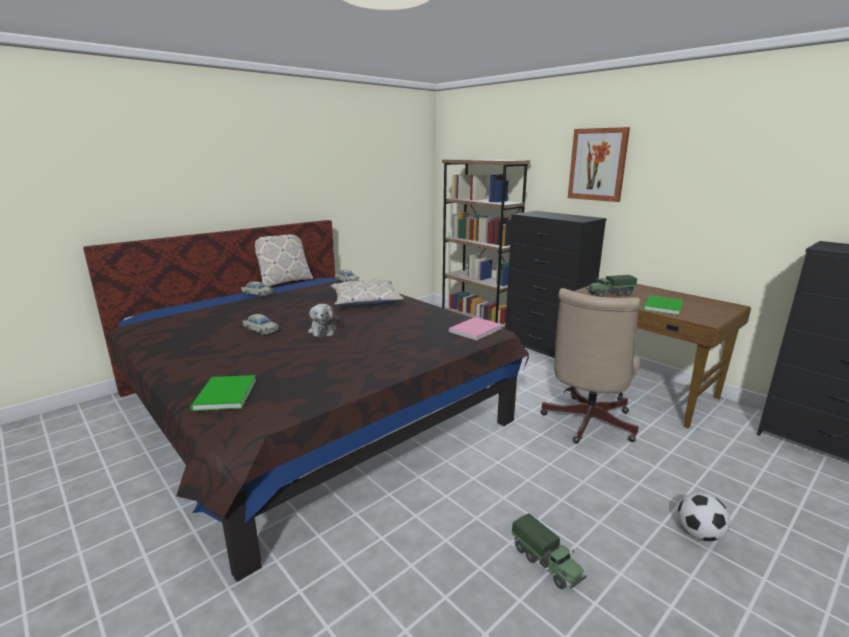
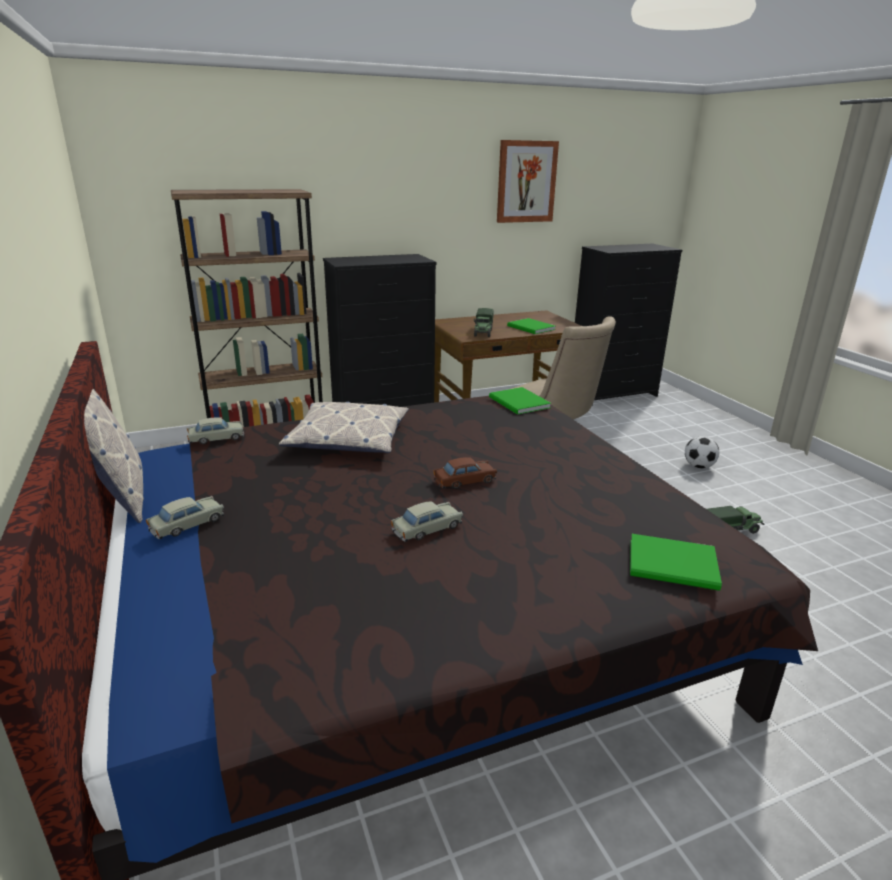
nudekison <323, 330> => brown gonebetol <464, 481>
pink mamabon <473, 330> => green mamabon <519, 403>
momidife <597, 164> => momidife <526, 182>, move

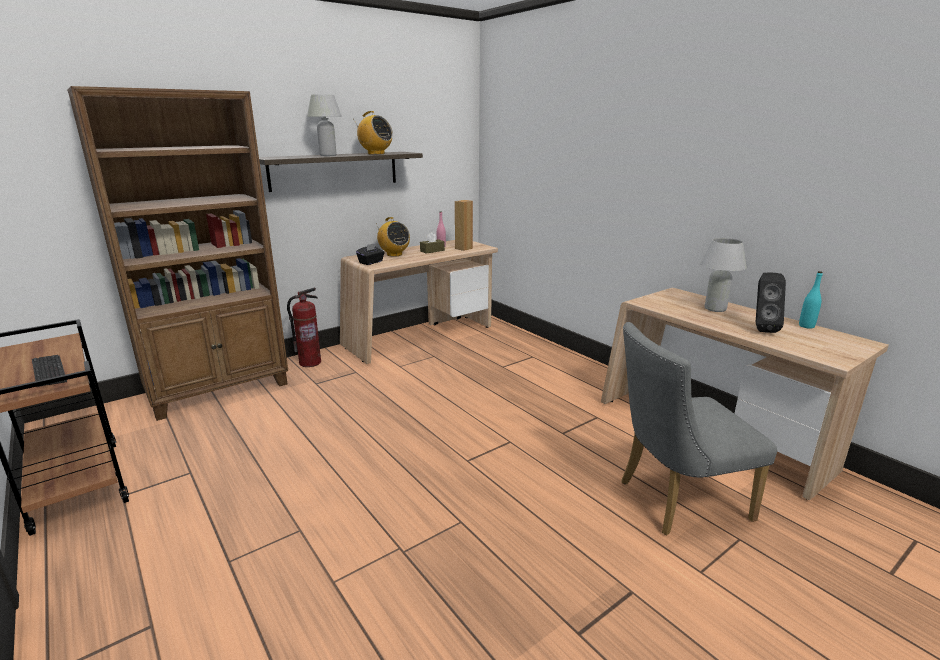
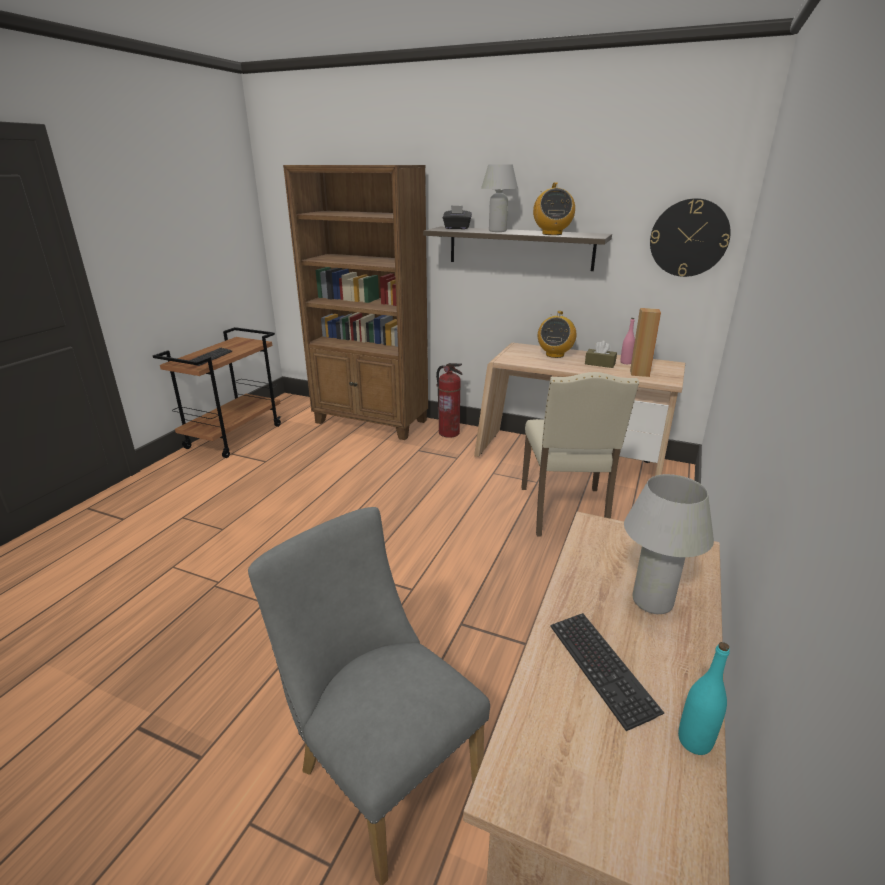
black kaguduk <371, 262> => black kaguduk <457, 228>, move
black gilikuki <761, 328> => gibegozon <601, 668>
nothing => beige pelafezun <565, 512>
nothing => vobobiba <689, 238>

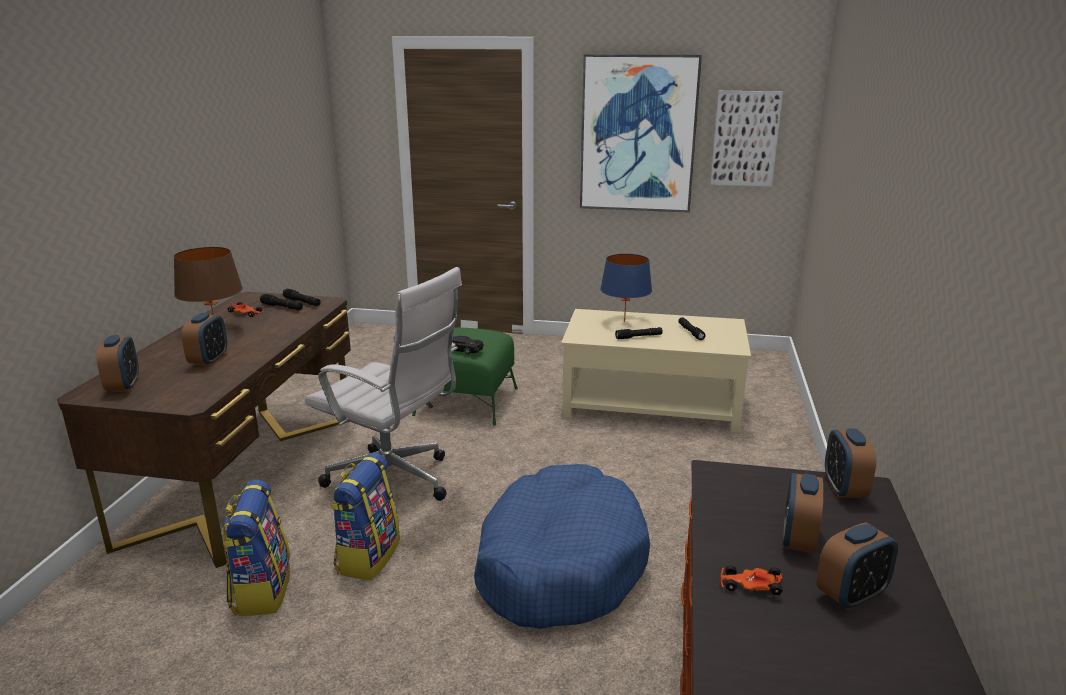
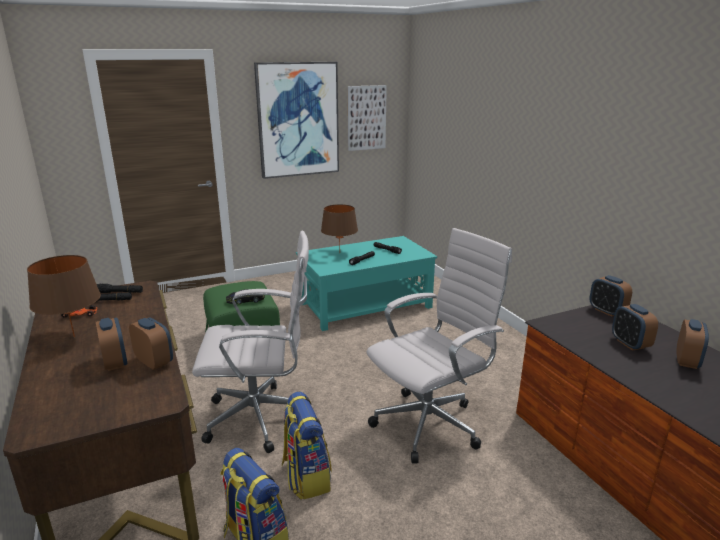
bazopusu <123, 386> => bazopusu <154, 362>, move
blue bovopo <559, 564> => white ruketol <431, 423>
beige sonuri <650, 403> => turquoise sonuri <364, 305>
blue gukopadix <624, 322> => brown gukopadix <339, 253>
gonebetol <749, 585> => nothing

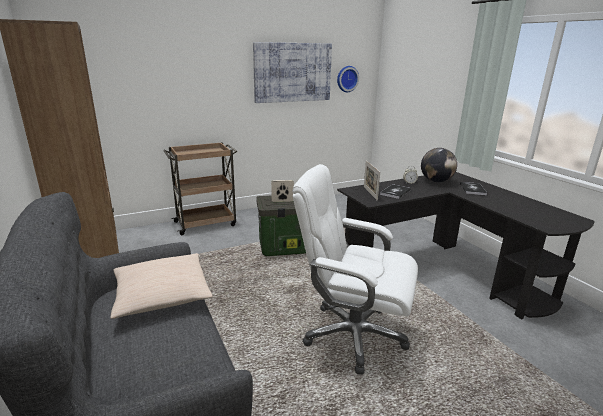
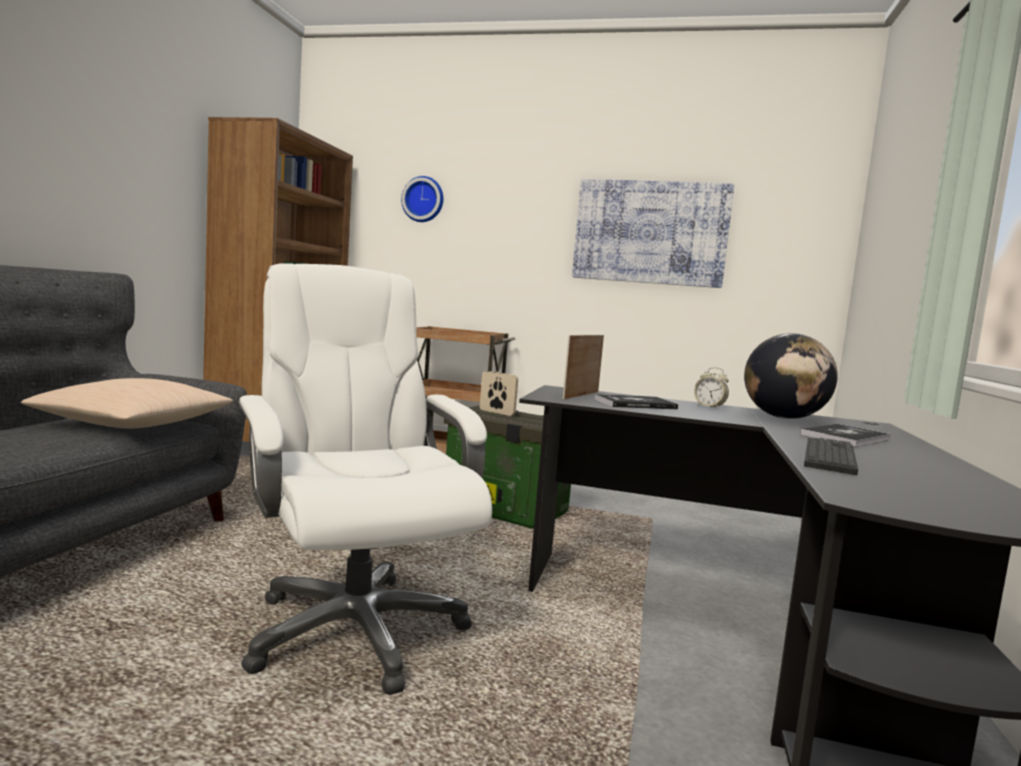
vobobiba <347, 79> => vobobiba <423, 200>, move
nothing => gibegozon <829, 457>

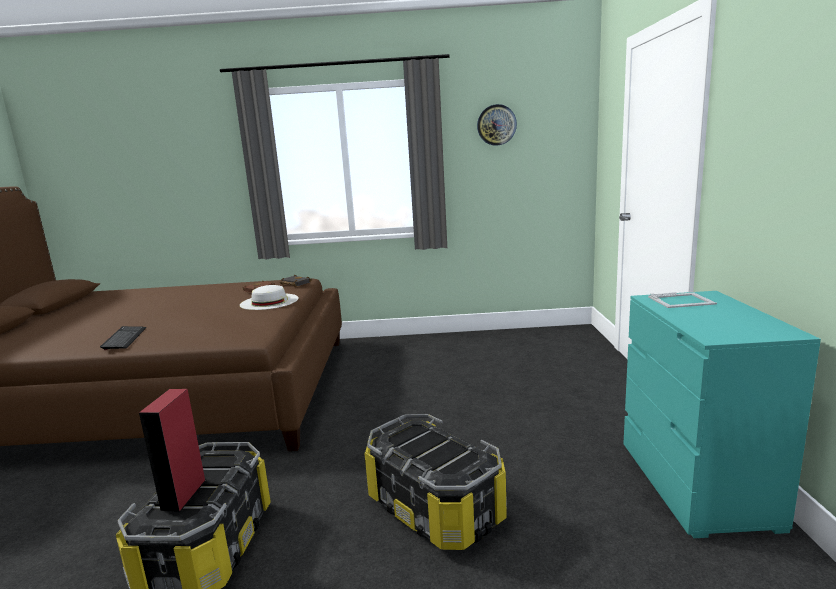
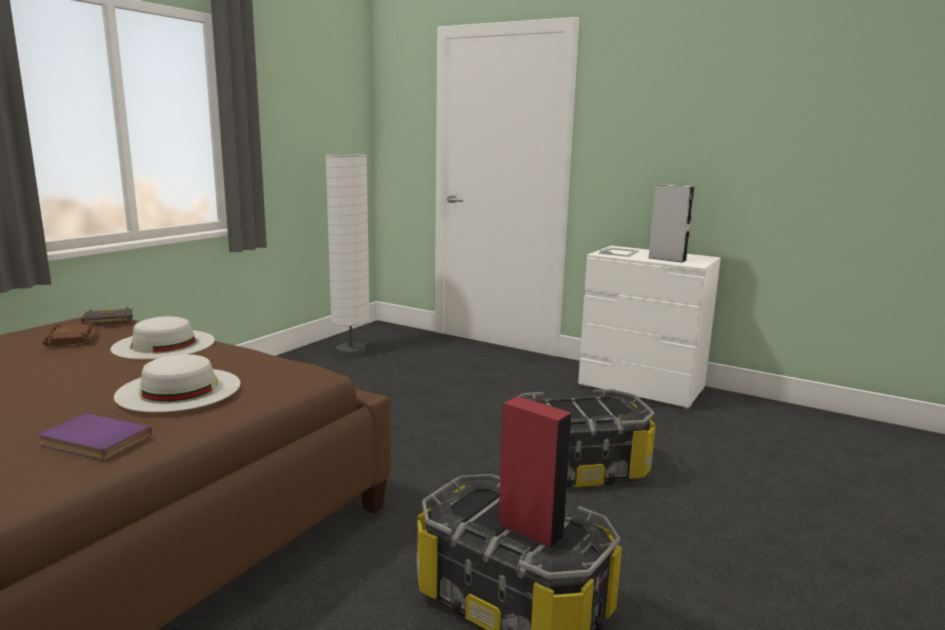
gibegozon <124, 338> => purple mamabon <92, 441>
vobobiba <496, 125> => nothing
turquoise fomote <696, 485> => white fomote <642, 388>
nothing => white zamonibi <179, 389>
nothing => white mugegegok <351, 352>
nothing => grey gilikuki <667, 259>

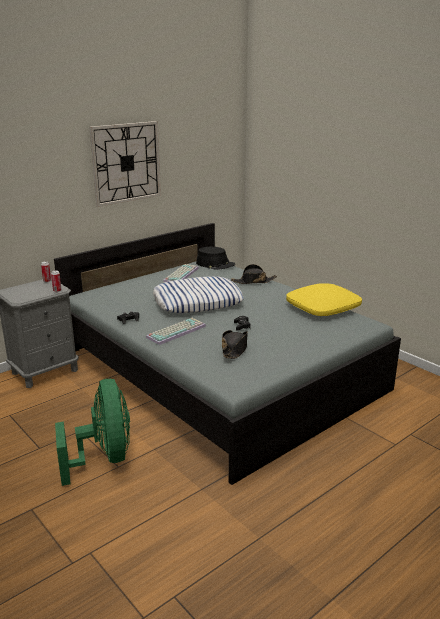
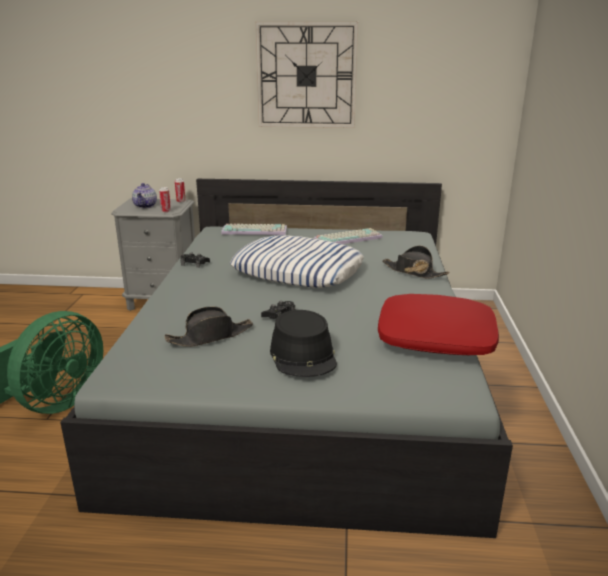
gibegozon <176, 331> => gibegozon <255, 230>, move
black zamonibi <215, 264> => black zamonibi <303, 355>, move
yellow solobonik <323, 308> => red solobonik <435, 338>
nothing => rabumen <145, 206>

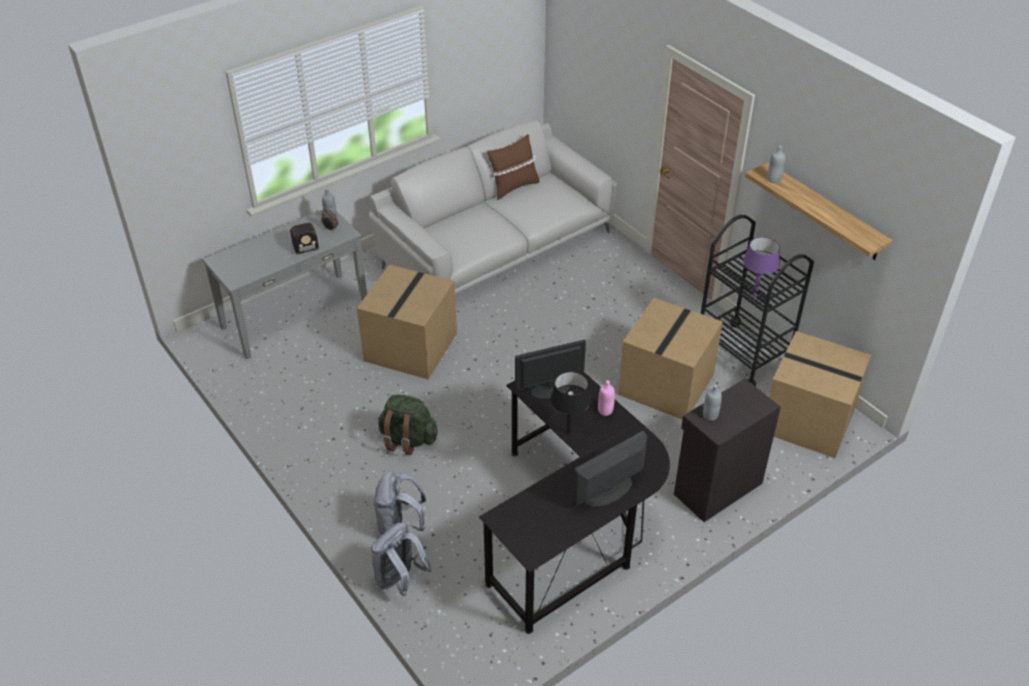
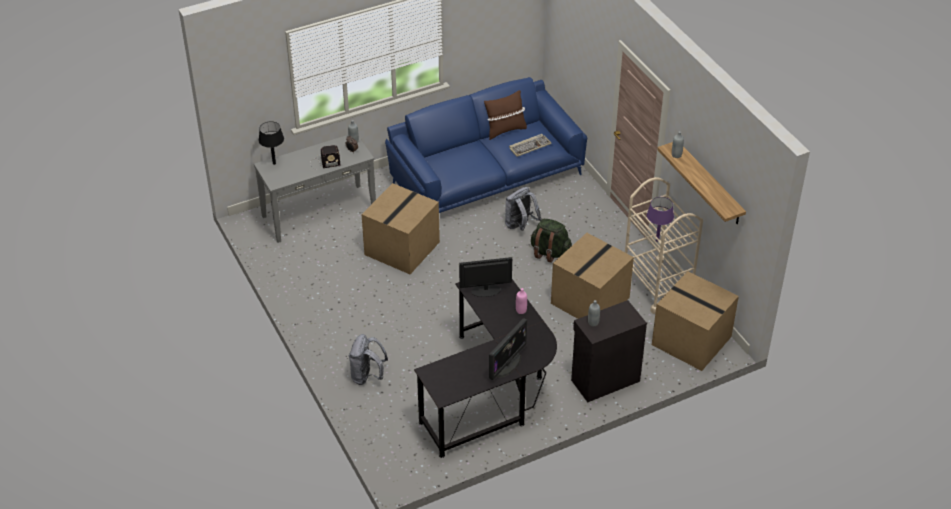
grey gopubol <495, 247> => blue gopubol <486, 176>
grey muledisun <399, 580> => grey muledisun <520, 226>, move
green muledisun <407, 439> => green muledisun <549, 252>, move
black gukopadix <569, 433> => black gukopadix <274, 163>, move
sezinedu <608, 491> => sezinedu <507, 364>, 150 degrees clockwise
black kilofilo <742, 355> => beige kilofilo <657, 285>
nothing => gibegozon <529, 146>

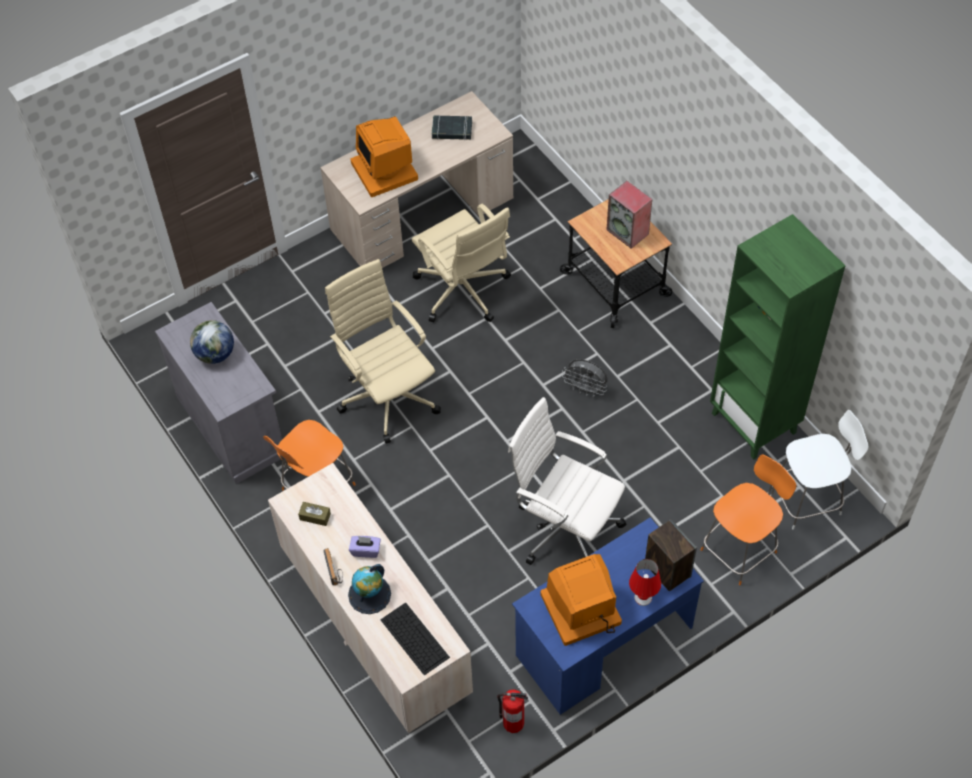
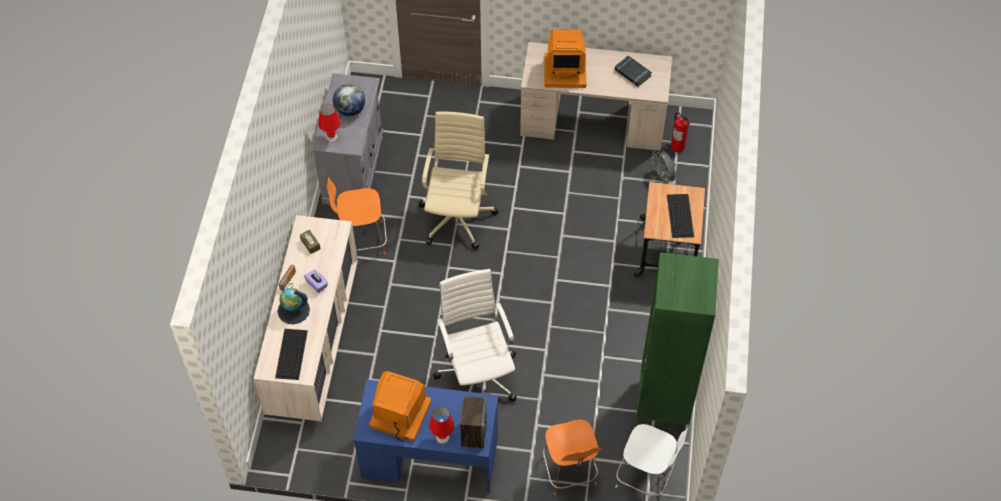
sezinedu <386, 170> => sezinedu <565, 70>, 105 degrees counterclockwise
beige ruketol <463, 291> => nothing
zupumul <512, 723> => zupumul <677, 146>, move
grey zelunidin <585, 389> => grey zelunidin <663, 178>, move
gilikuki <628, 232> => gibegozon <680, 216>
orange pelafezun <740, 549> => orange pelafezun <569, 472>, 75 degrees clockwise
nothing => red gukopadix <331, 137>

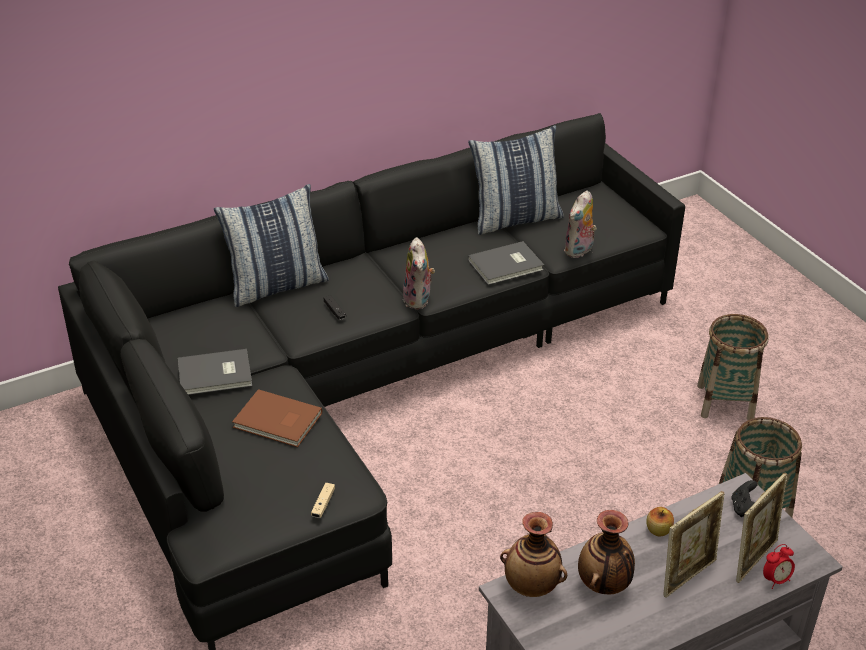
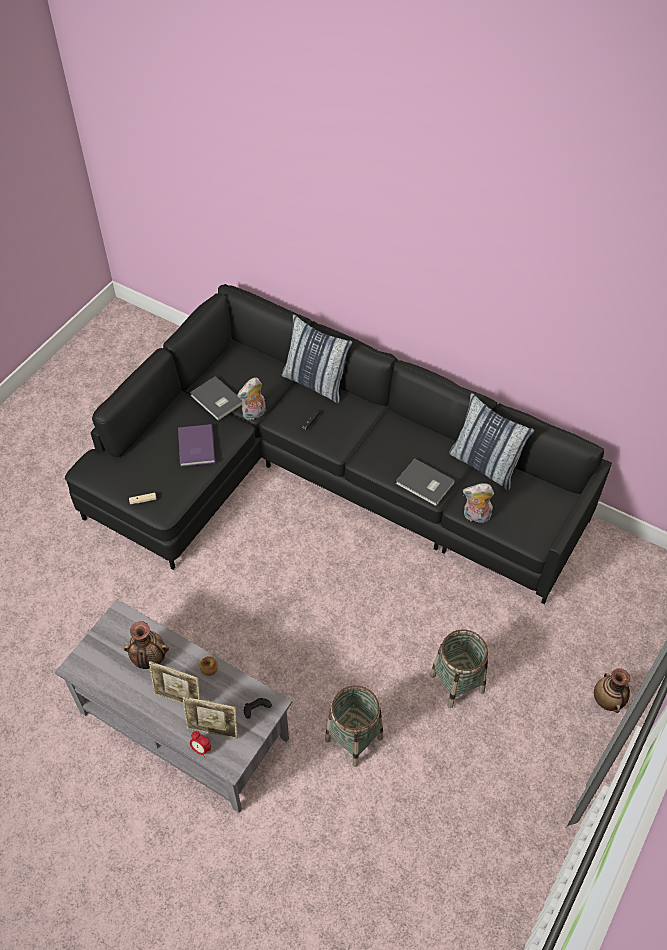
brown mamabon <278, 422> => purple mamabon <195, 447>
nudekison <419, 300> => nudekison <254, 414>, move
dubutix <532, 586> => dubutix <608, 700>, move

